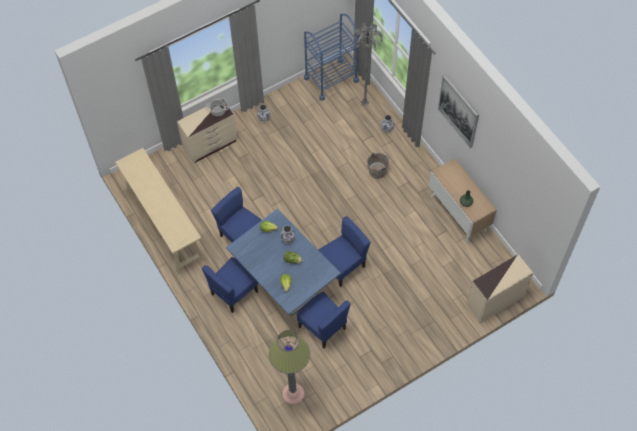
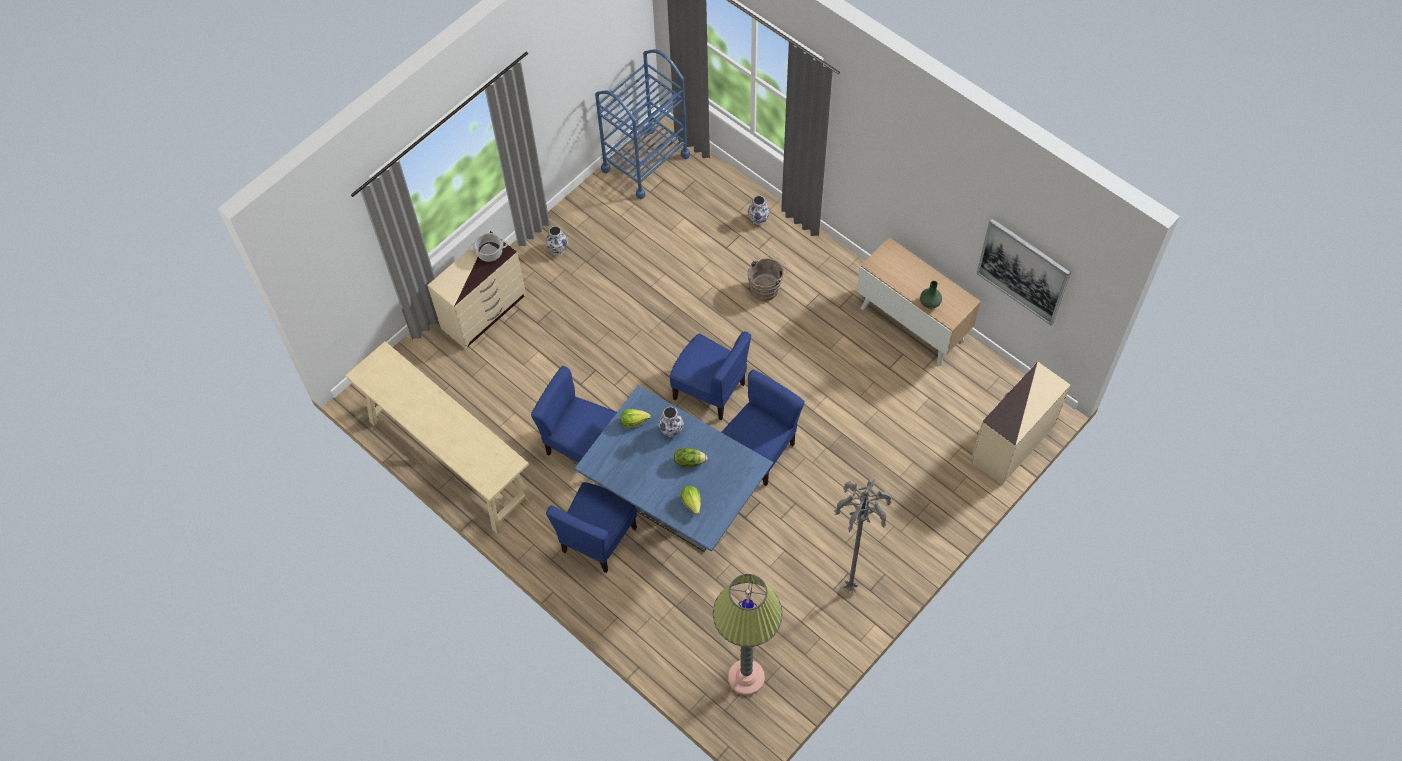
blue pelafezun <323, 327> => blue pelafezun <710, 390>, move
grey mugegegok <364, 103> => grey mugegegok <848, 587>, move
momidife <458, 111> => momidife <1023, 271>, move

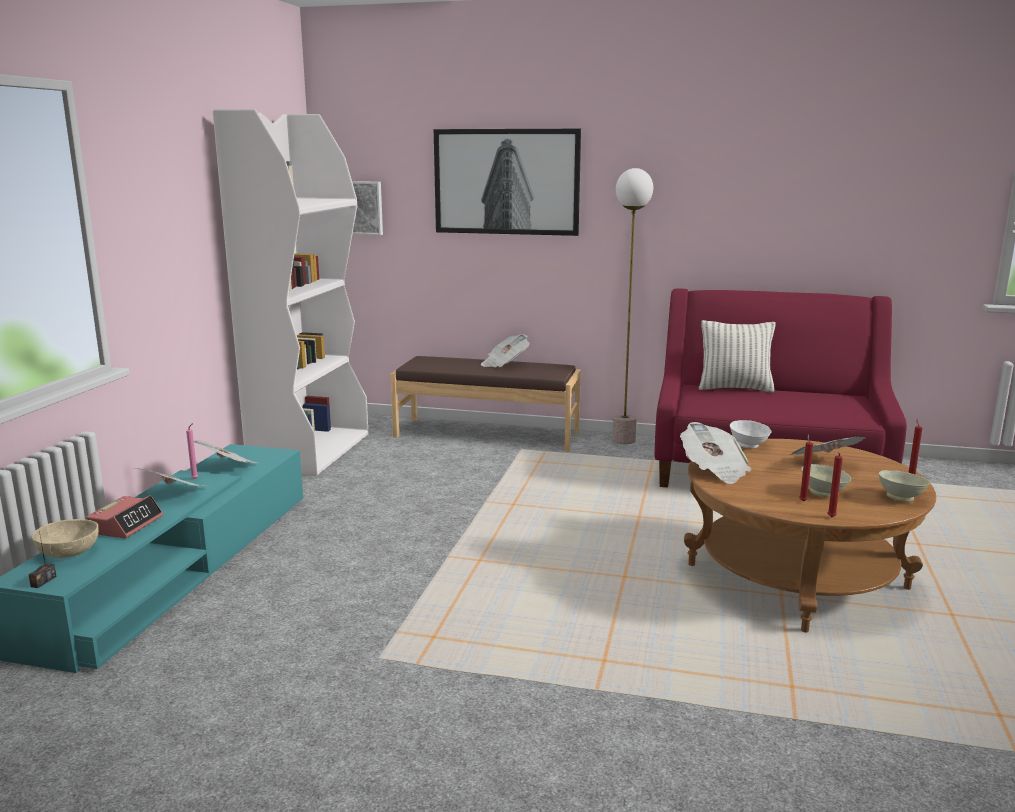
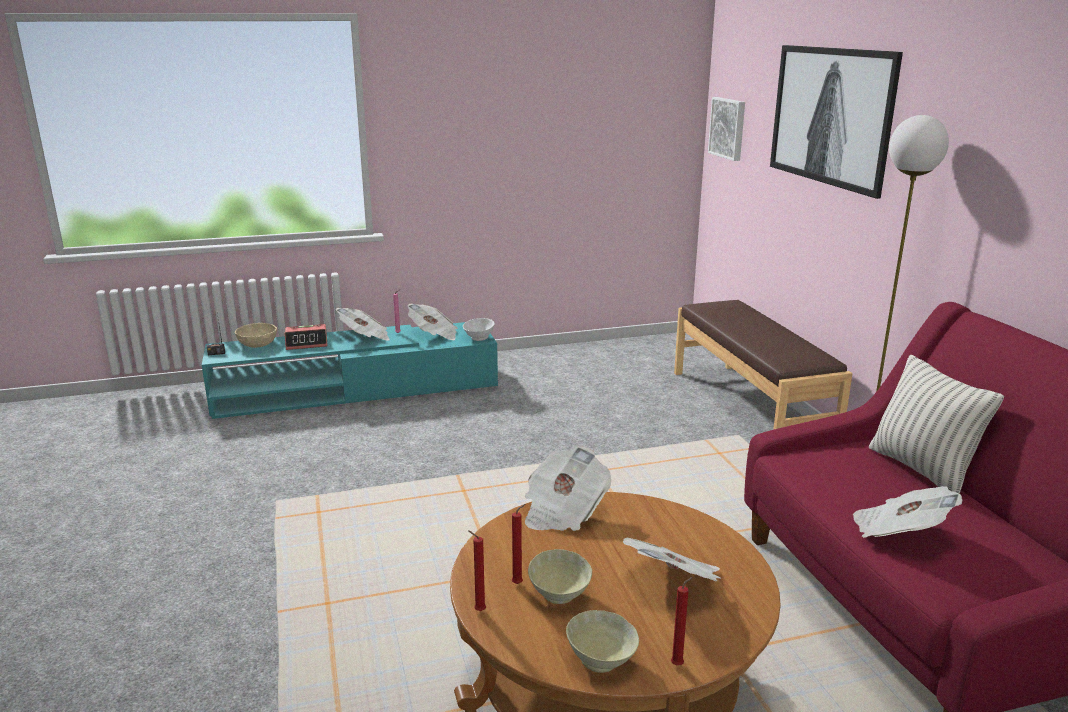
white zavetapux <310, 451> => nothing
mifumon <504, 364> => mifumon <898, 533>, move
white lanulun <748, 446> => white lanulun <478, 338>, move

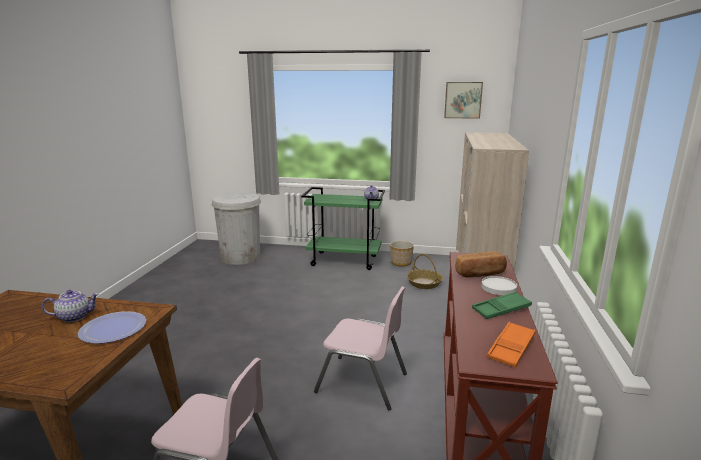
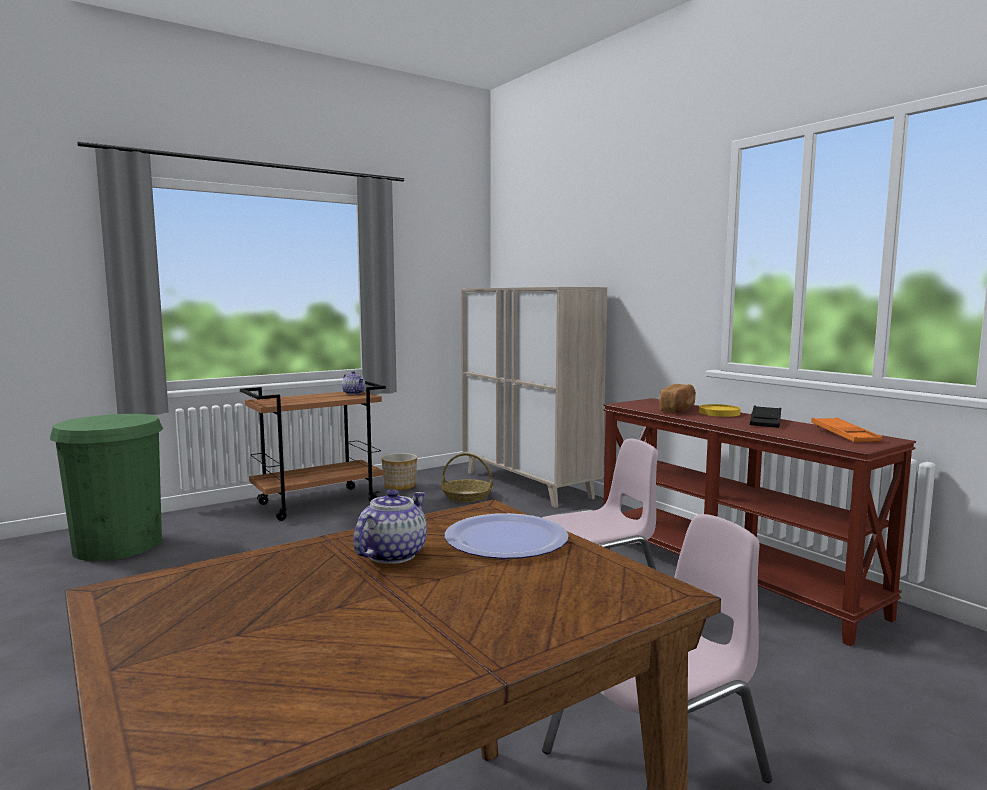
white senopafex <241, 257> => green senopafex <118, 545>
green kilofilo <345, 260> => brown kilofilo <319, 503>
momidife <463, 100> => nothing
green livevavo <501, 309> => black livevavo <765, 421>
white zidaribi <498, 287> => yellow zidaribi <719, 413>

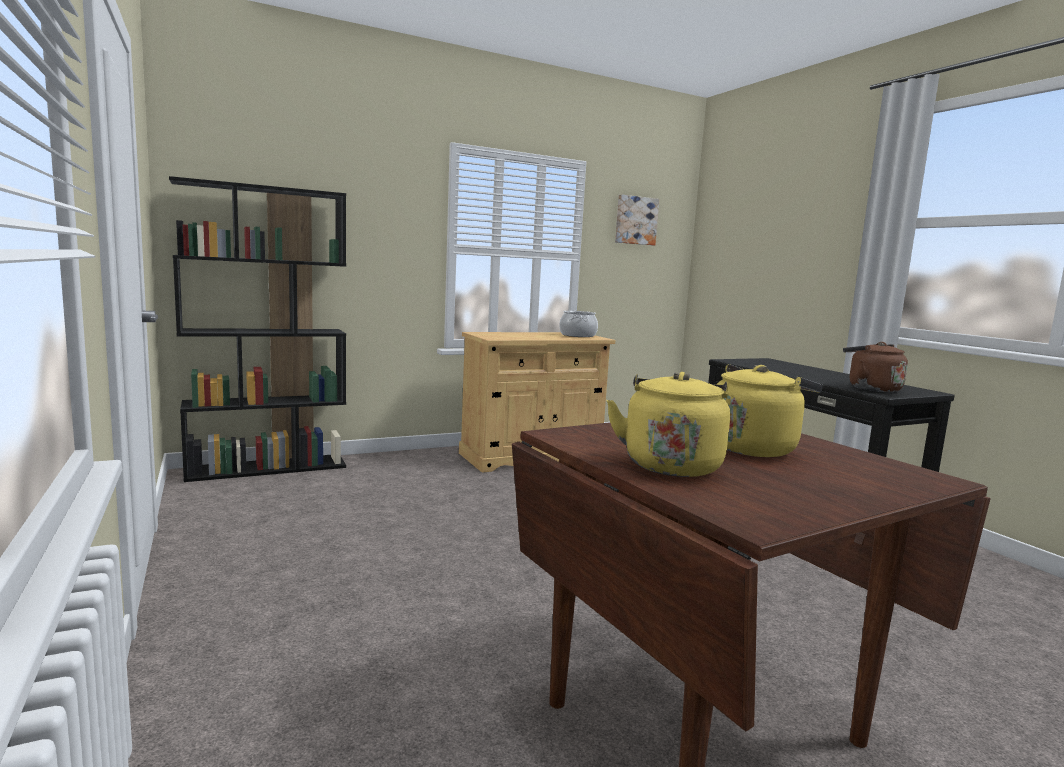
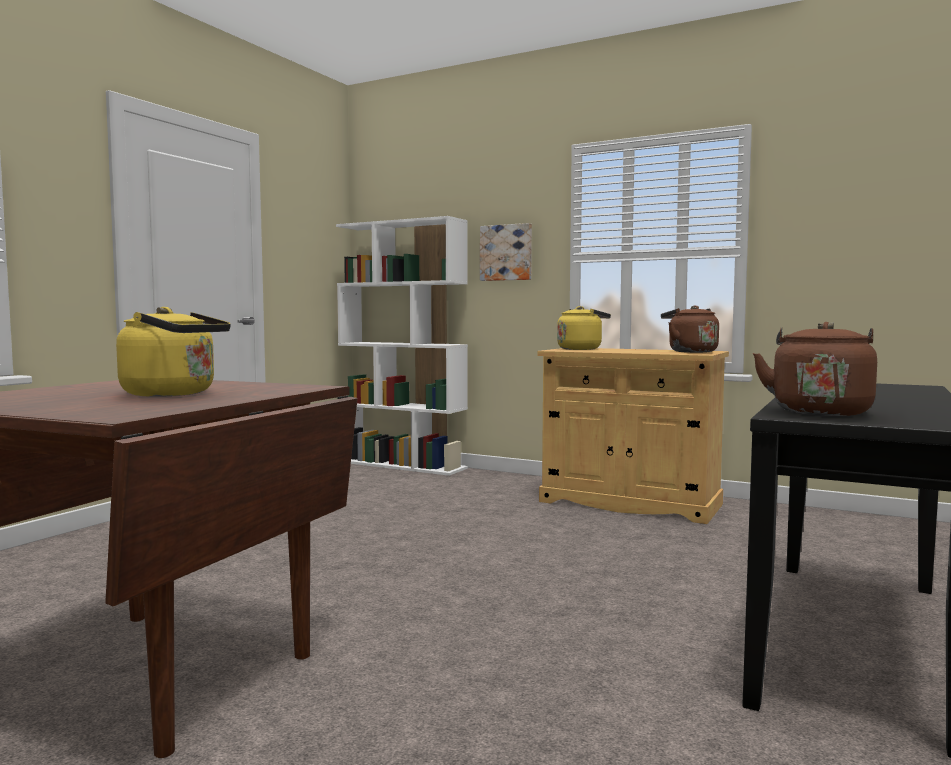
black zavetapux <268, 468> => white zavetapux <403, 465>
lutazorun <577, 335> => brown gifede <690, 352>
yellow gifede <671, 464> => yellow gifede <581, 349>, move
momidife <635, 220> => momidife <506, 252>, move

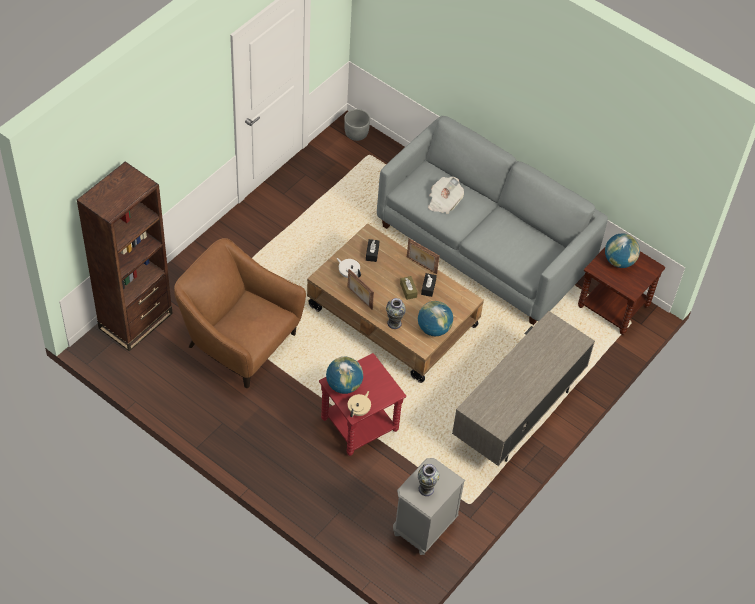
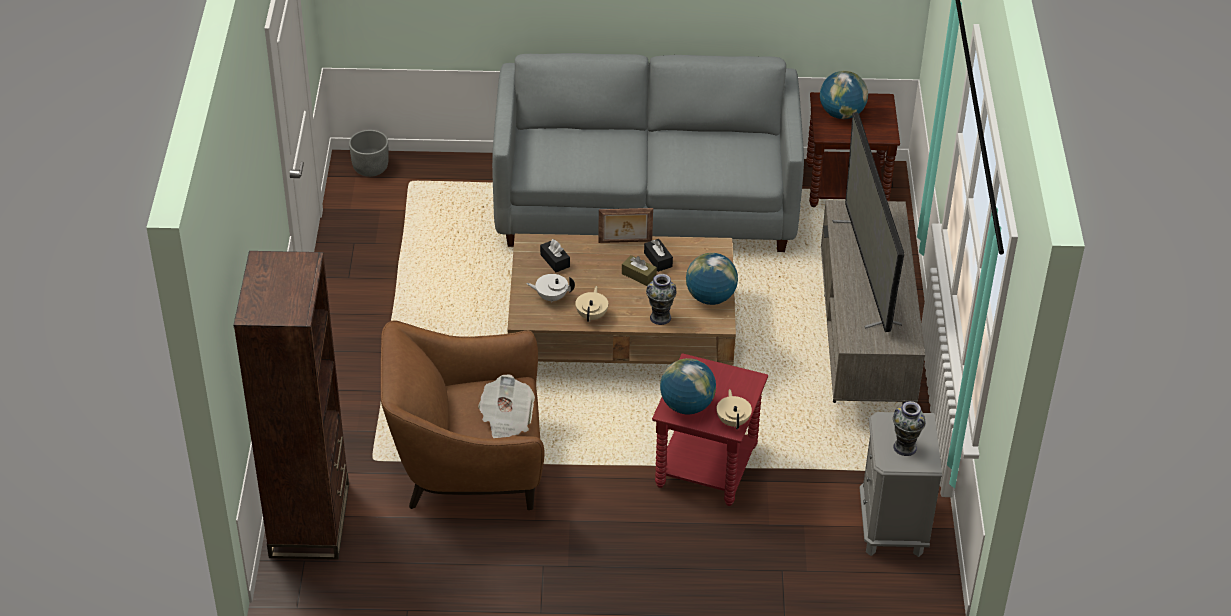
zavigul <359, 298> => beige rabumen <592, 315>
mifumon <444, 201> => mifumon <506, 419>, move
nothing => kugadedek <867, 271>

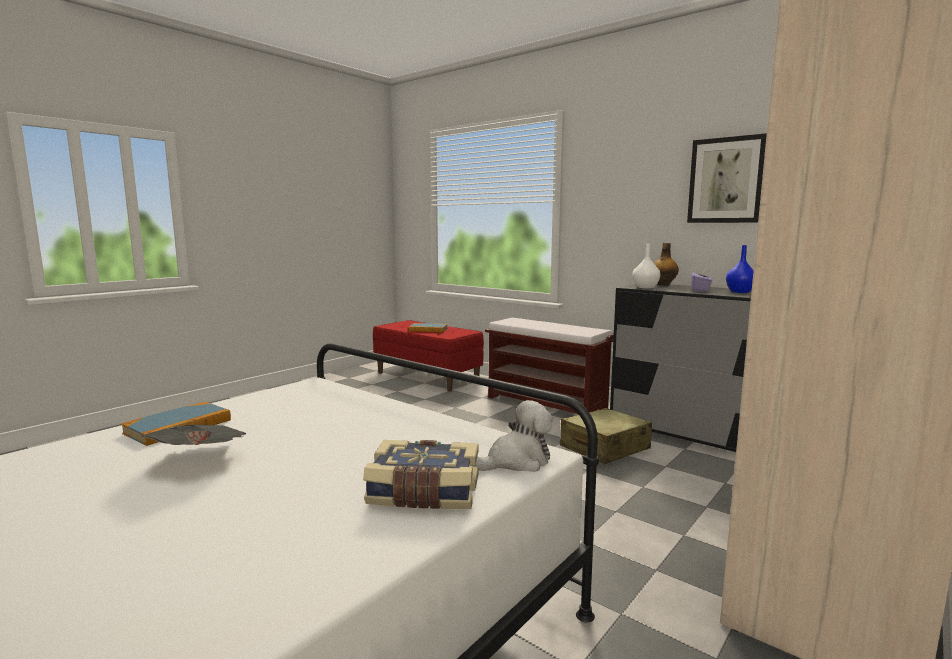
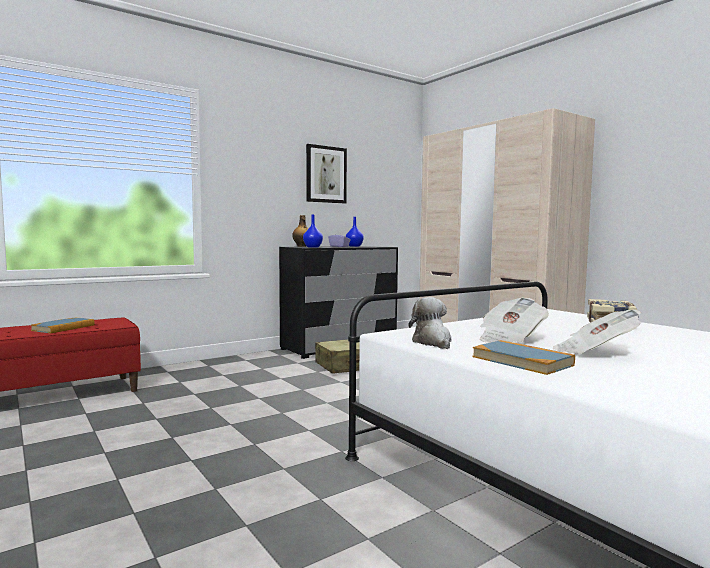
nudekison <517, 461> => nudekison <432, 342>, move
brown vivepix <547, 404> => nothing
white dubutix <646, 287> => blue dubutix <313, 247>
nothing => mifumon <509, 339>

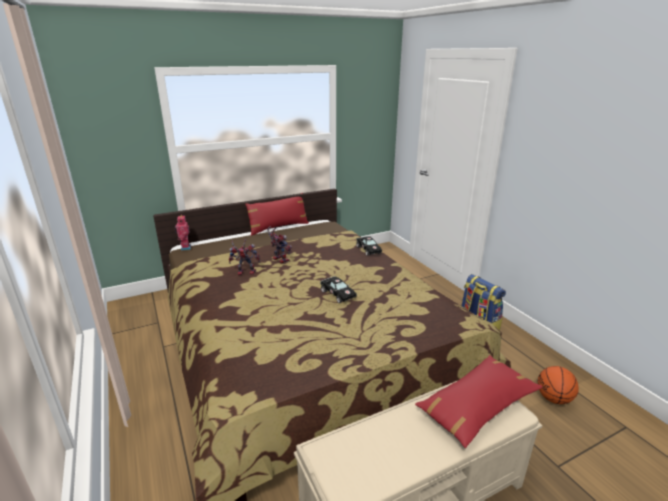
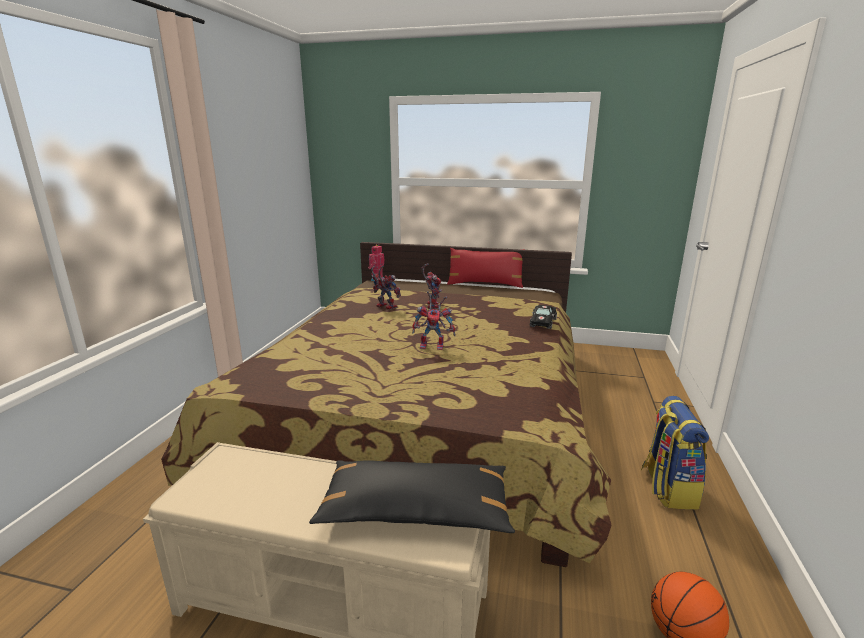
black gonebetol <337, 293> => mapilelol <434, 346>
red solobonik <477, 406> => black solobonik <416, 510>

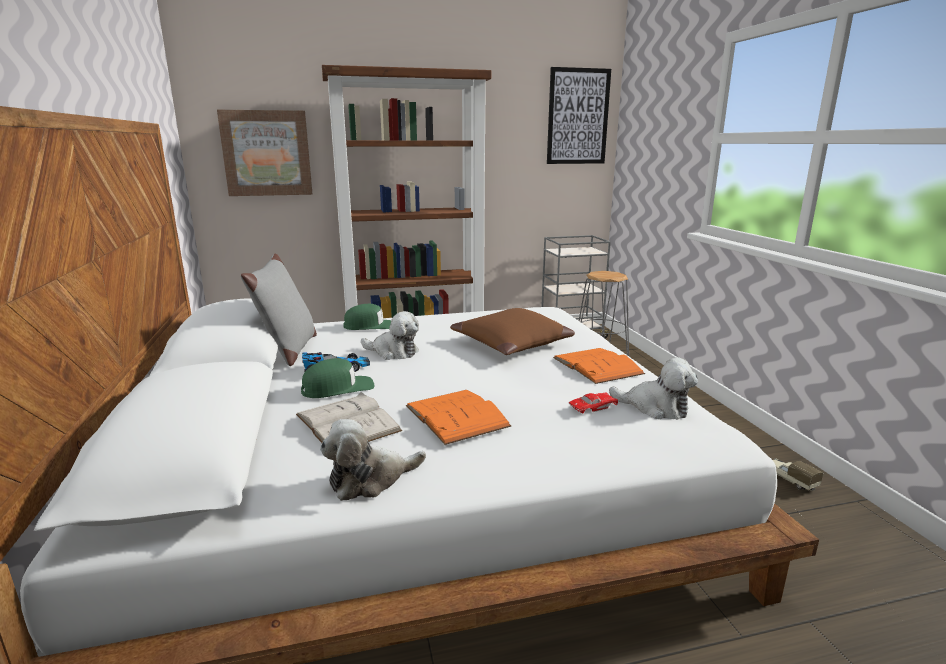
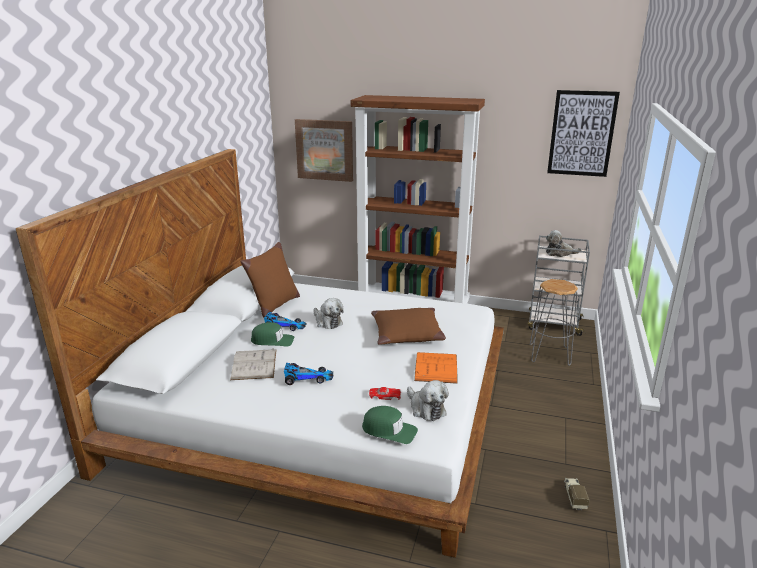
grey solobonik <289, 351> => brown solobonik <274, 305>
nudekison <370, 479> => nudekison <560, 253>, move
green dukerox <370, 326> => green dukerox <389, 430>, move
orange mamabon <456, 416> => gonebetol <307, 377>

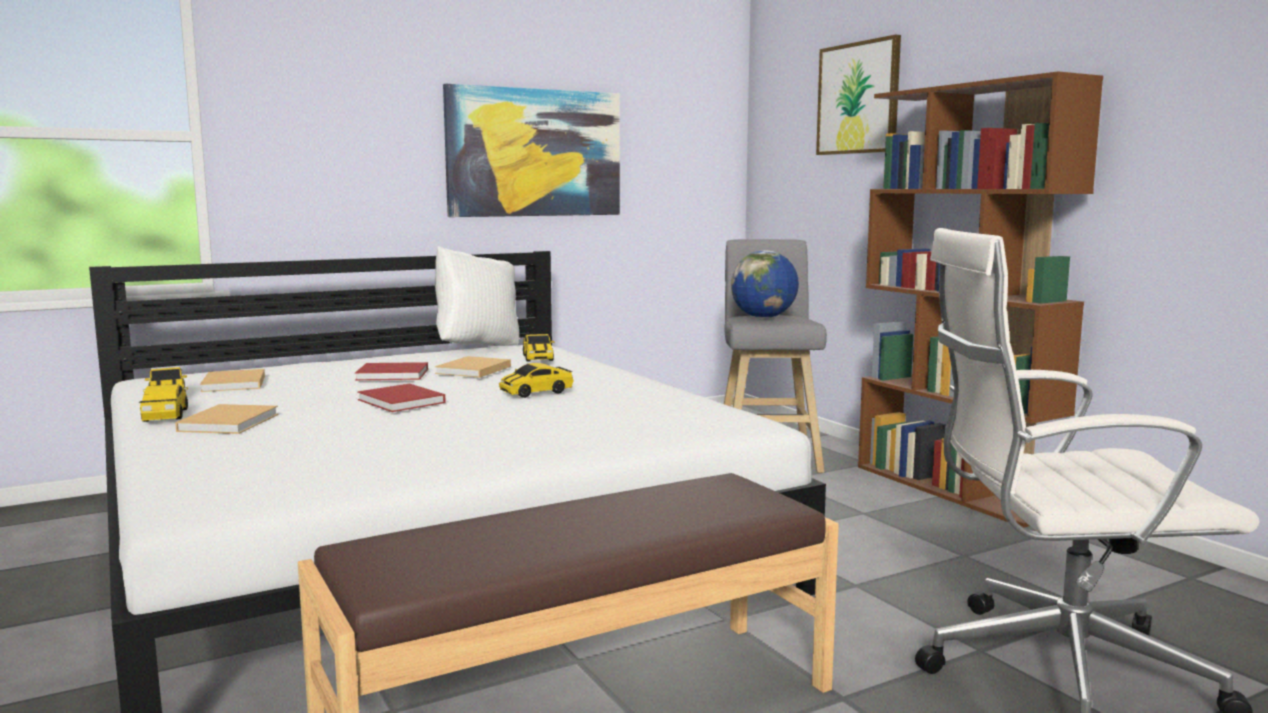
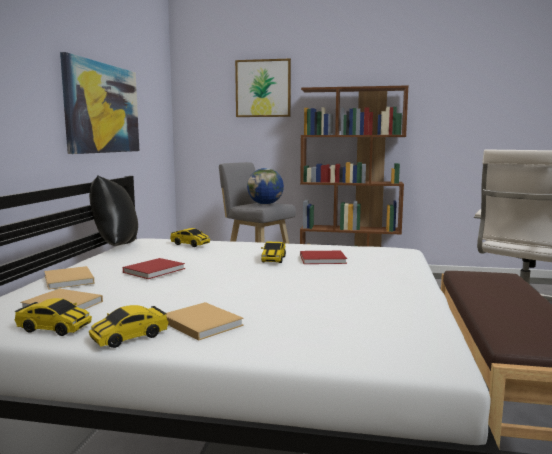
gonebetol <165, 415> => gonebetol <129, 337>, 60 degrees counterclockwise
red mamabon <402, 401> => red mamabon <324, 259>, move
white solobonik <478, 347> => black solobonik <115, 246>
beige mamabon <472, 370> => beige mamabon <69, 280>, move

